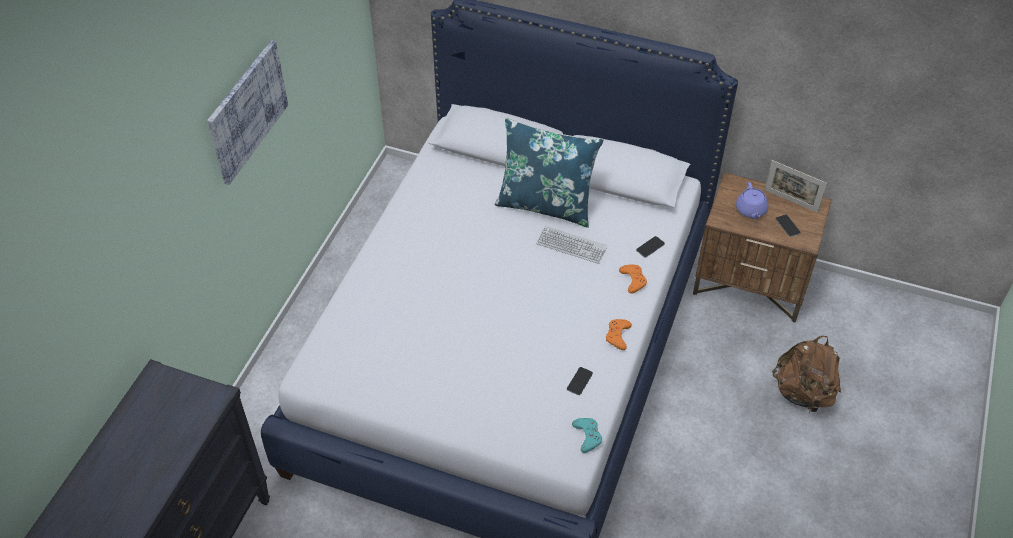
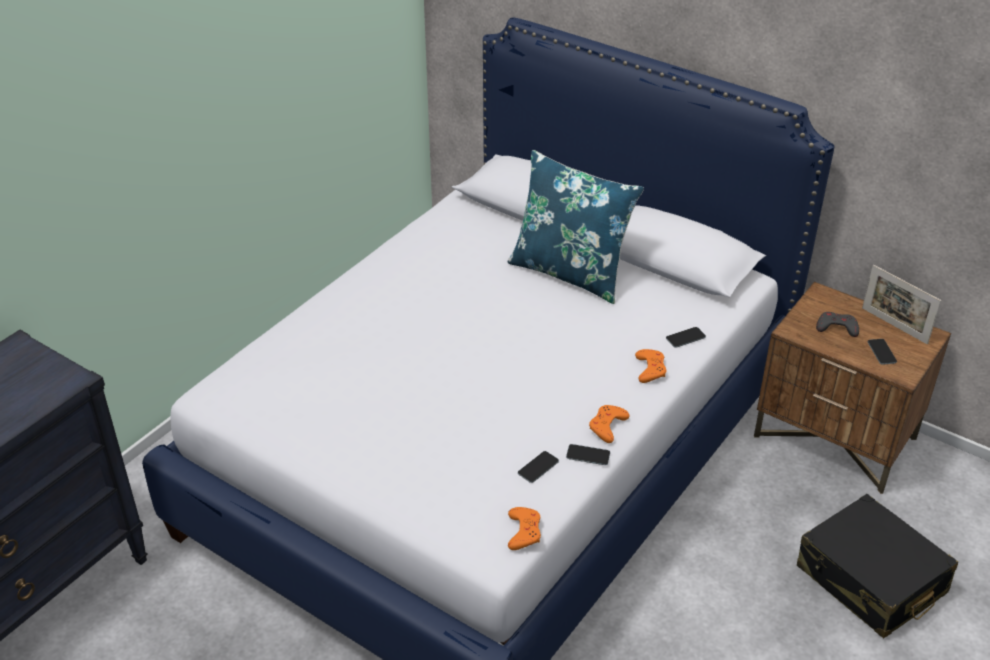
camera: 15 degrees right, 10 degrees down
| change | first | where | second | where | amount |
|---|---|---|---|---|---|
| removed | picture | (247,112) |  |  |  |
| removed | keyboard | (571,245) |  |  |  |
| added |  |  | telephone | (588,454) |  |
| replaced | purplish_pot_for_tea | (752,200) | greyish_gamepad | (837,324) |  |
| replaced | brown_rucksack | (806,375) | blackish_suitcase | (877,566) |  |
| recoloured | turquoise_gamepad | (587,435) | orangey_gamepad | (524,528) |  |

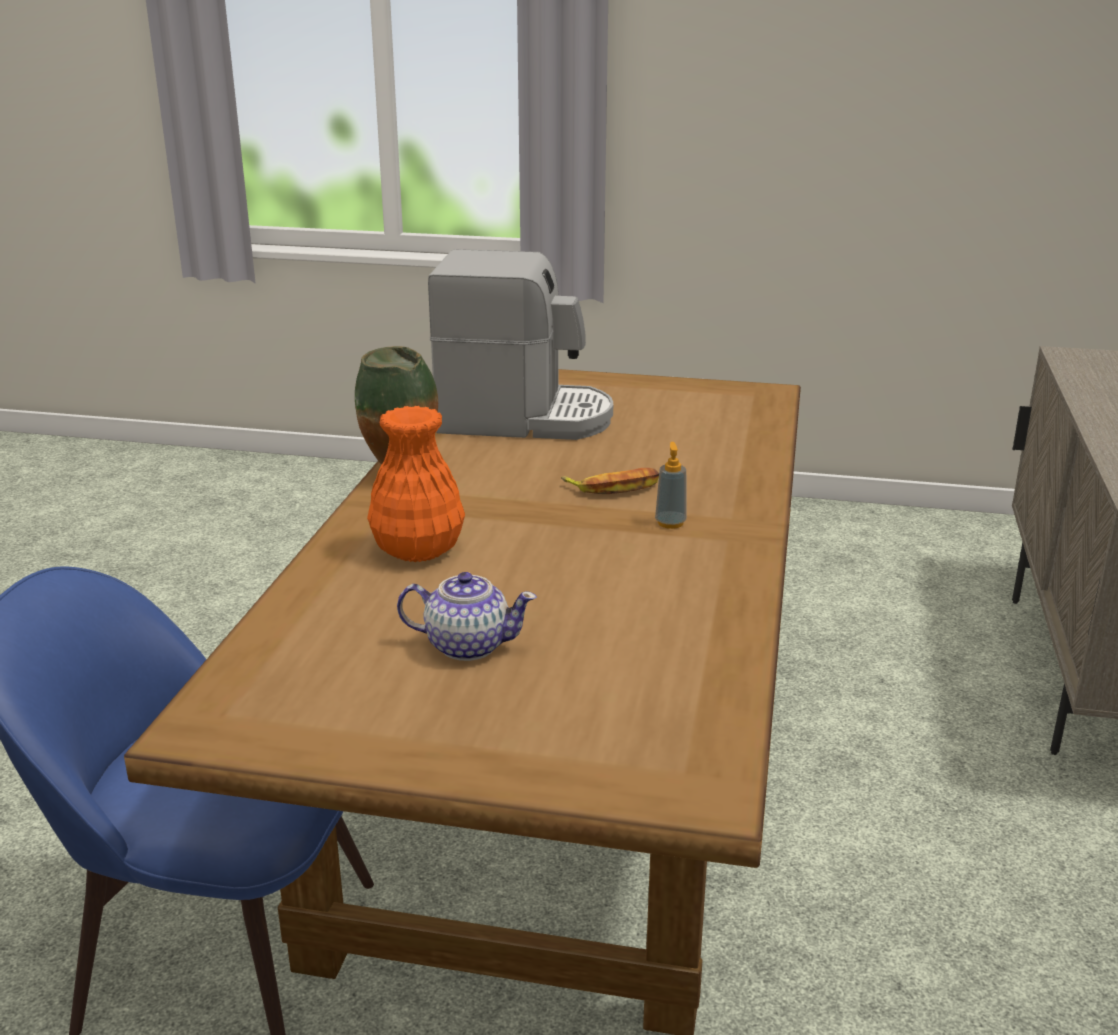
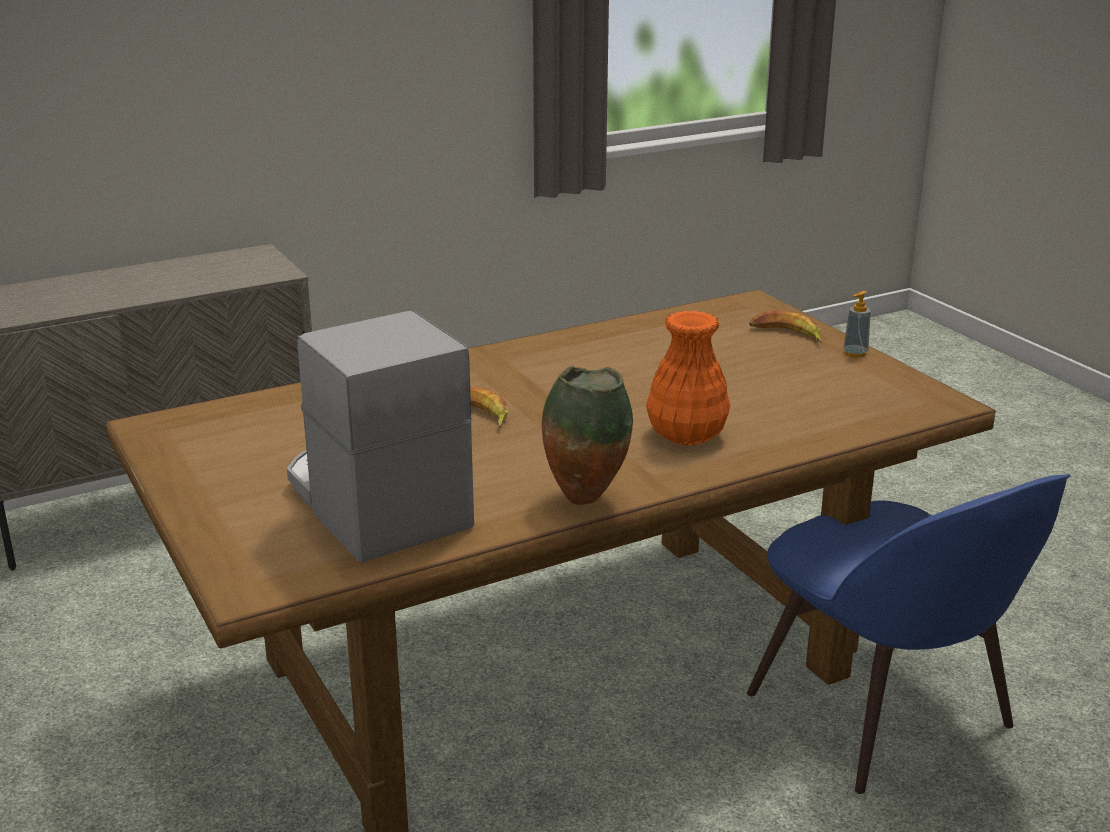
camera: 130 degrees left, 0 degrees up
| change | first | where | second | where | amount |
|---|---|---|---|---|---|
| removed | pot_for_tea | (467,616) |  |  |  |
| added |  |  | banana_fruit | (785,326) |  |
| moved | soap_dispenser | (671,485) |  | (857,324) |  |

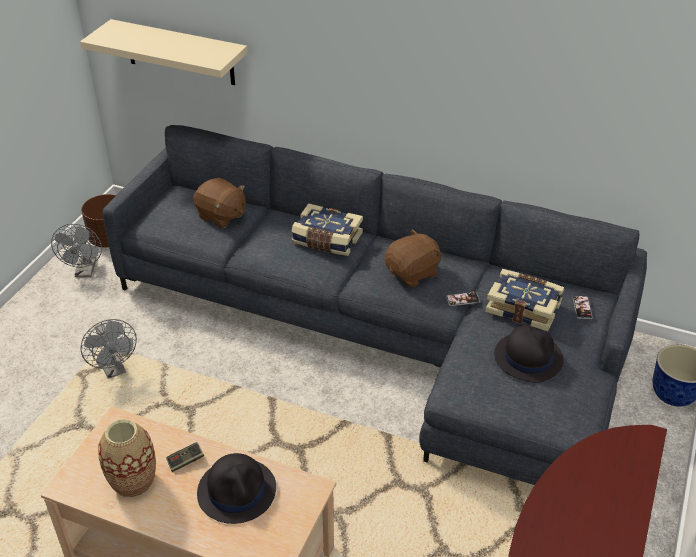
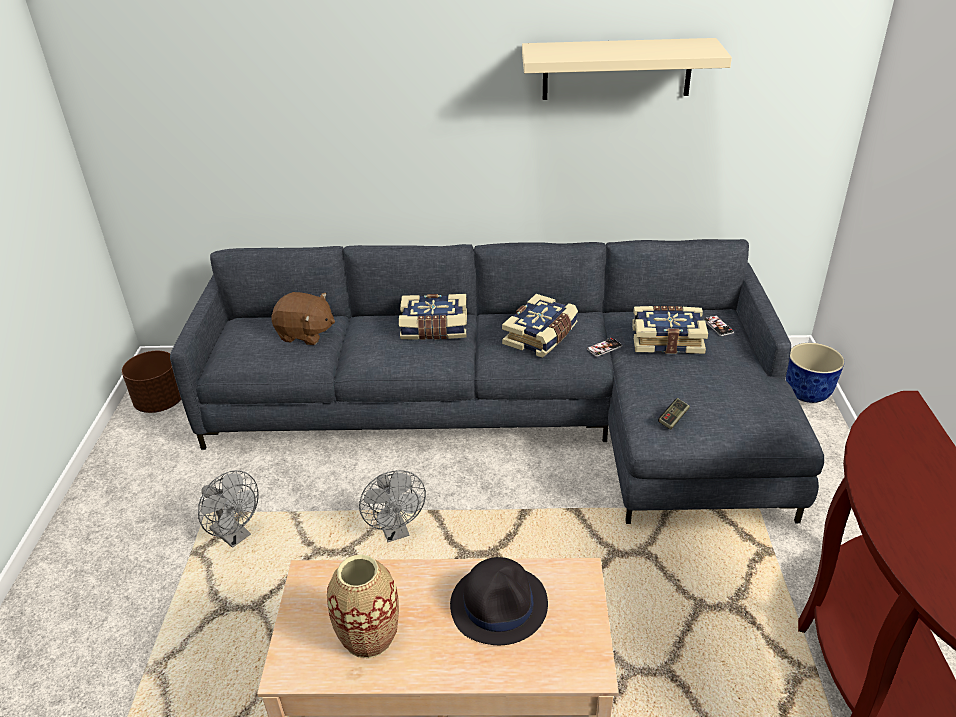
camera: 20 degrees left, 5 degrees down
| change | first | where | second | where | amount |
|---|---|---|---|---|---|
| removed | blackish_clothing_hat | (529,354) |  |  |  |
| moved | greyish_fan | (76,250) |  | (392,506) |  |
| moved | beige_shelf | (164,52) |  | (627,69) |  |
| moved | gamepad | (185,457) |  | (674,414) |  |
| replaced | brown_soft_toy | (413,258) | volume | (540,326) |  |

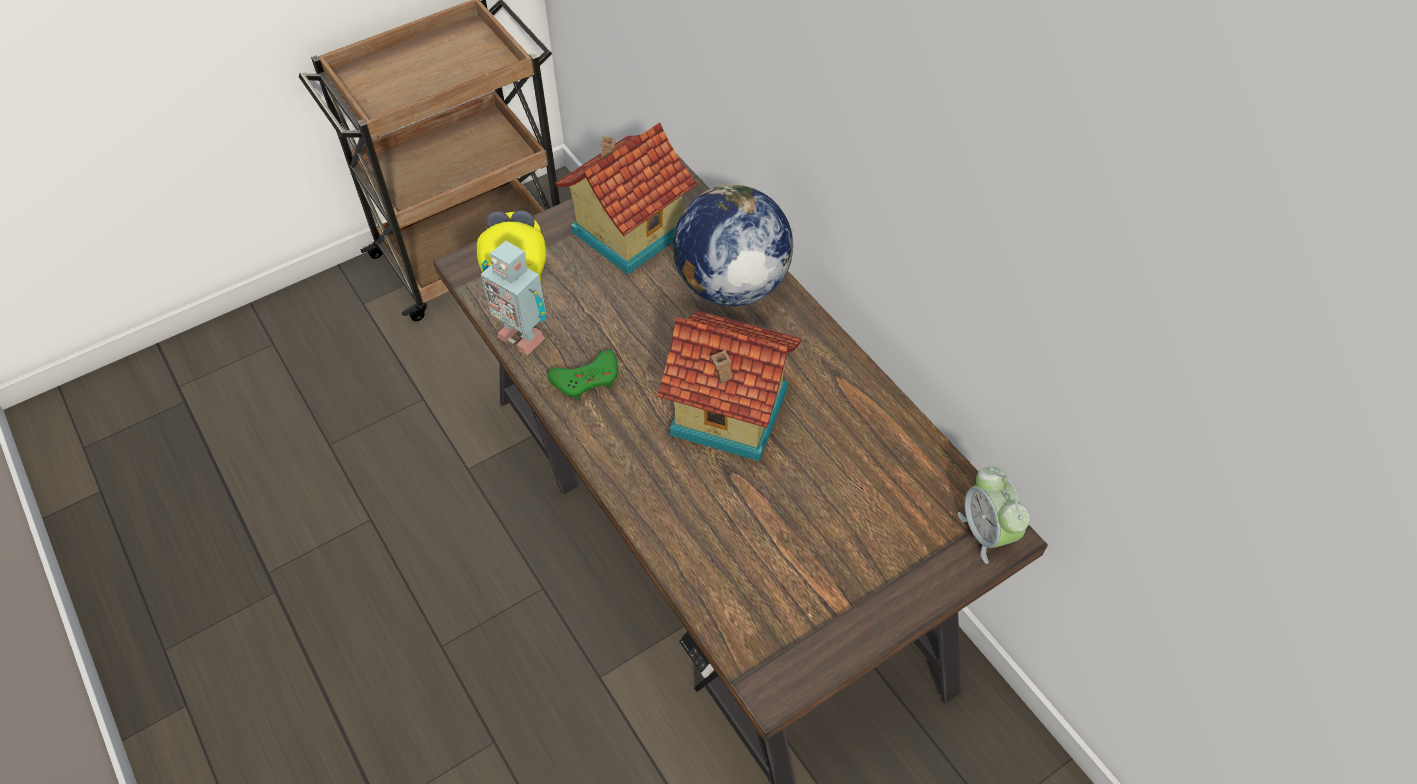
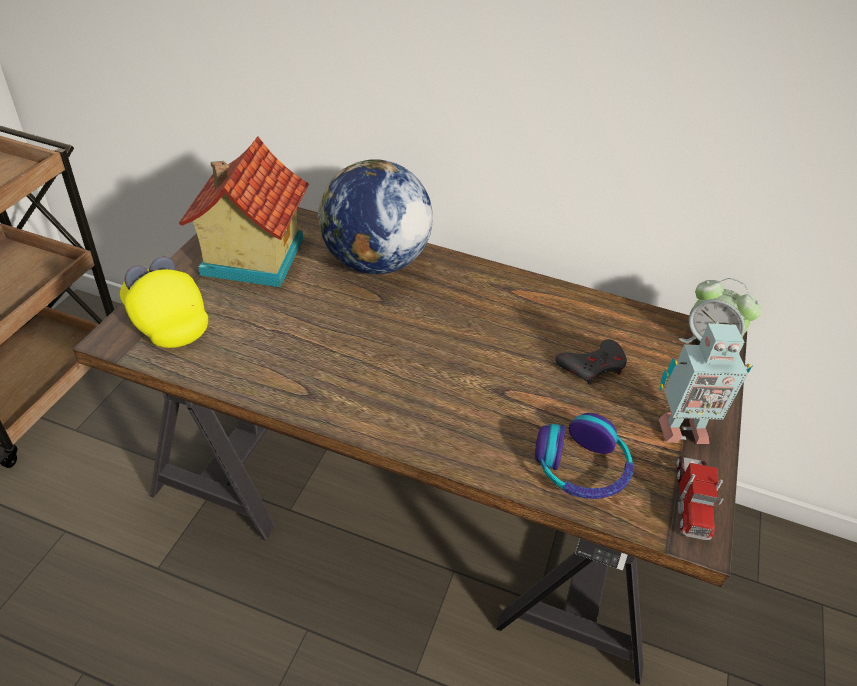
camera: 40 degrees left, 10 degrees down
| change | first | where | second | where | amount |
|---|---|---|---|---|---|
| removed | green-coloured_gamepad | (582,375) |  |  |  |
| removed | toy_house | (729,385) |  |  |  |
| added |  |  | pair_of_headphones | (584,456) |  |
| added |  |  | greyish_gamepad | (591,362) |  |
| added |  |  | model_truck | (700,498) |  |
| moved | robot_figure | (513,298) |  | (705,383) |  |

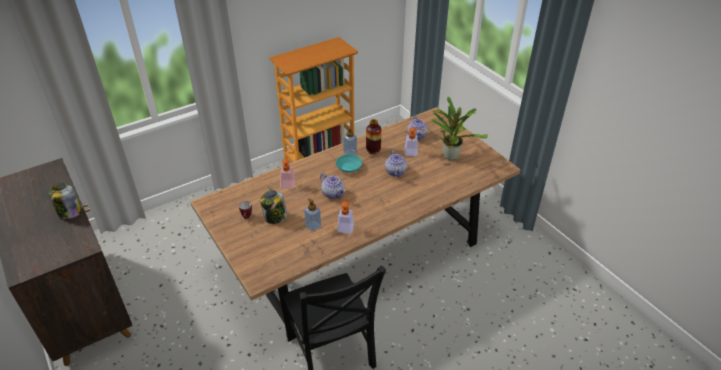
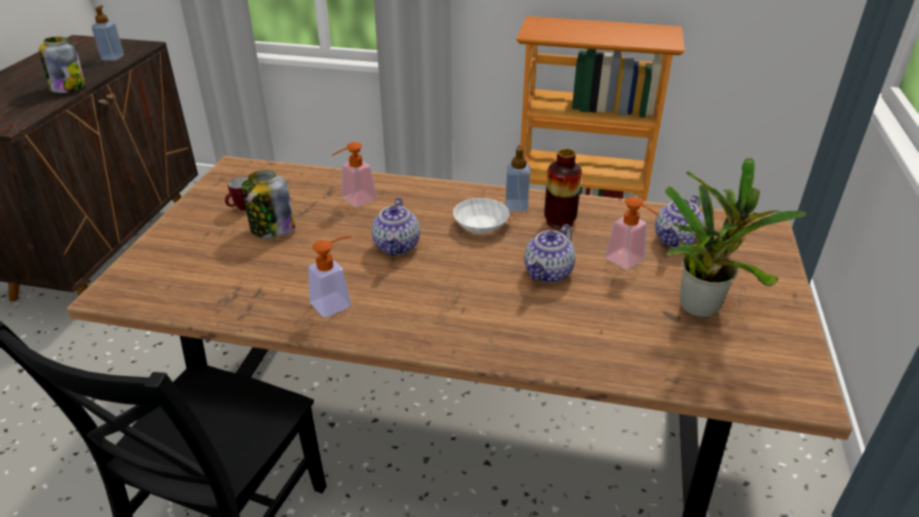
camera: 45 degrees right, 5 degrees down
| change | first | where | second | where | amount |
|---|---|---|---|---|---|
| moved | soap_dispenser | (312,215) |  | (108,32) |  |
| recoloured | turquoise_bowl | (349,163) | white-coloured_bowl | (481,215) |  |

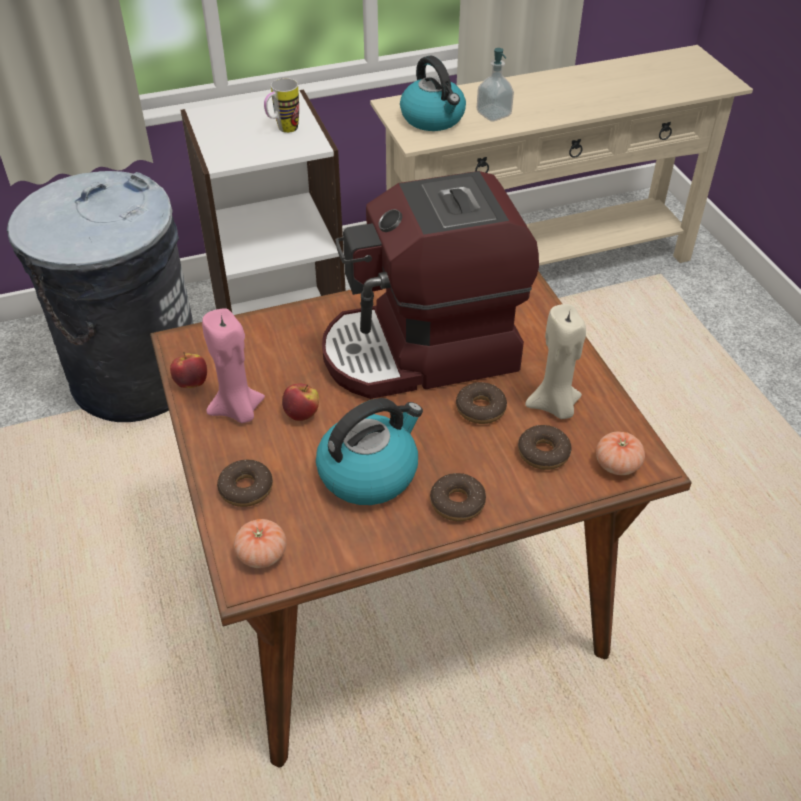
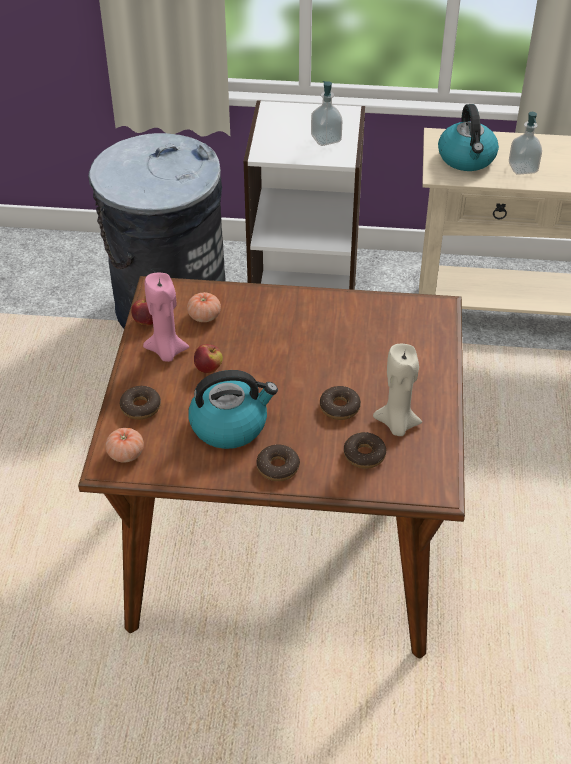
camera: 25 degrees right, 0 degrees up
| change | first | where | second | where | amount |
|---|---|---|---|---|---|
| removed | coffee_maker | (430,285) |  |  |  |
| moved | fresh_tomato | (620,453) |  | (204,307) |  |
| replaced | tea_mug | (281,105) | soap_dispenser | (326,113) |  |

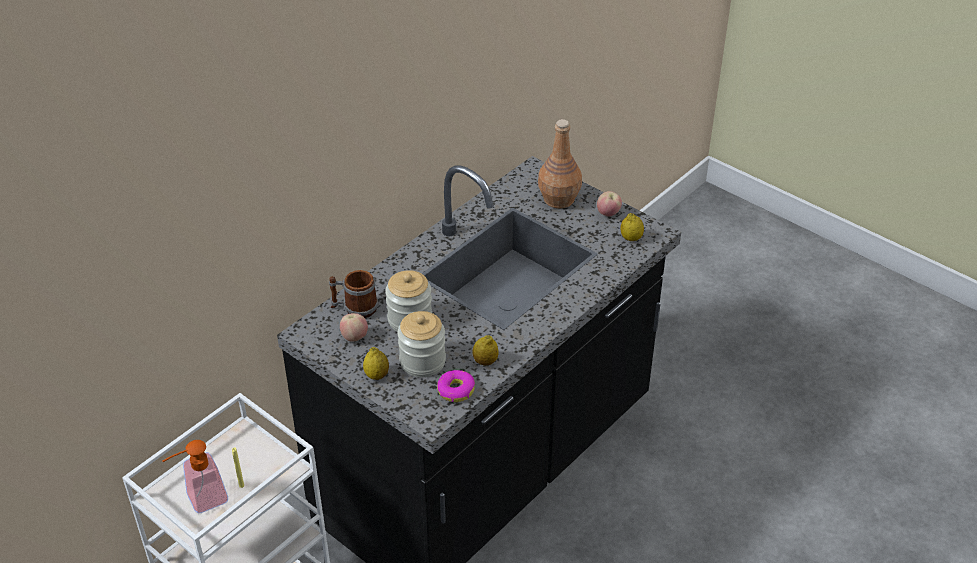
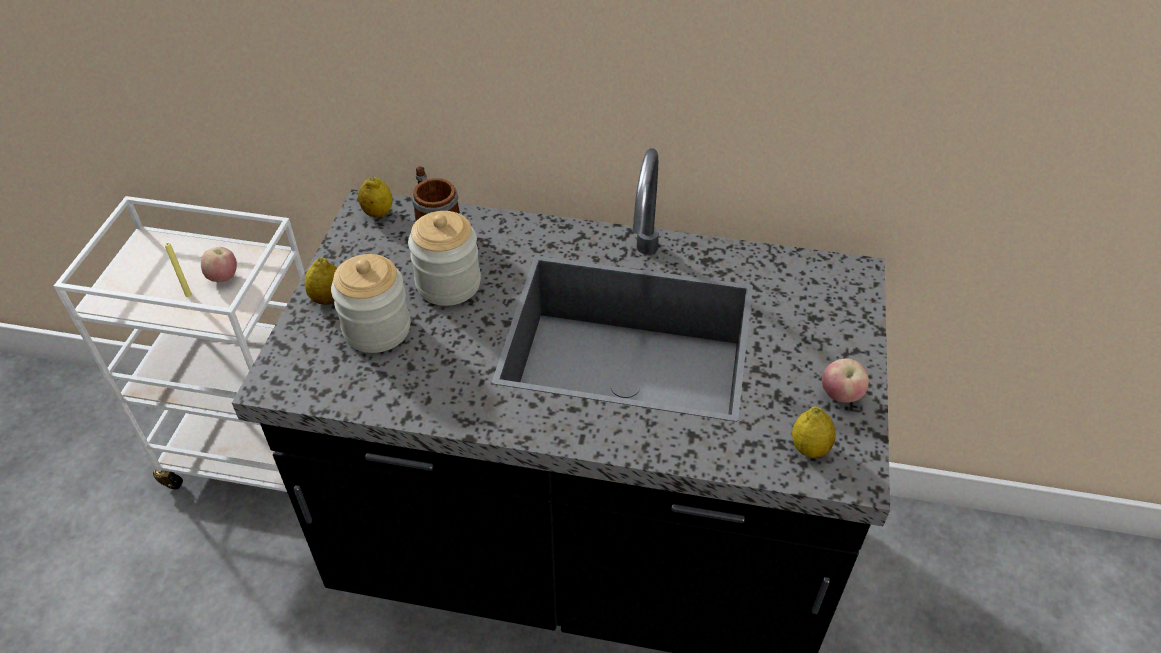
camera: 60 degrees right, 5 degrees up
| change | first | where | second | where | amount |
|---|---|---|---|---|---|
| removed | soap_dispenser | (195,477) |  |  |  |
| removed | donut | (456,386) |  |  |  |
| removed | brown_bottle | (560,164) |  |  |  |
| moved | apple_fruit | (354,327) |  | (219,264) |  |
| moved | whole_lemon | (485,350) |  | (375,197) |  |

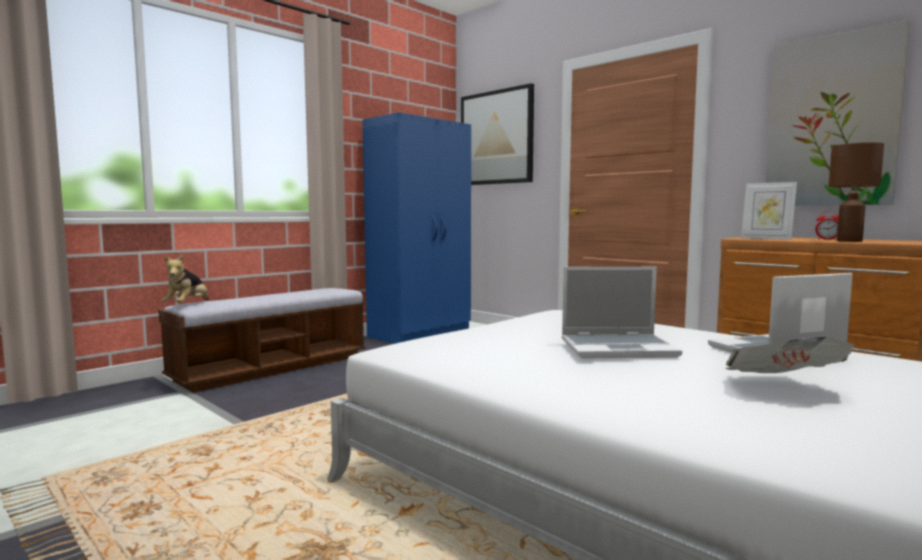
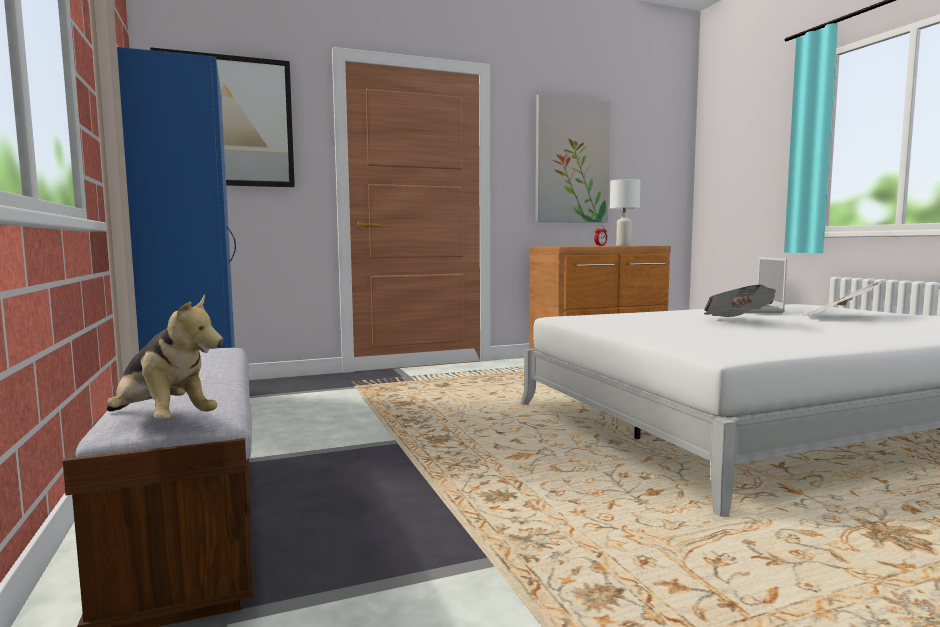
camera: 65 degrees left, 0 degrees up
| change | first | where | second | where | amount |
|---|---|---|---|---|---|
| removed | standing_frame | (769,211) |  |  |  |
| replaced | portable_computer | (622,313) | printed_paper | (740,301) |  |
| recoloured | brown_tabletop_lamp | (856,192) | white-coloured_tabletop_lamp | (625,212) |  |

